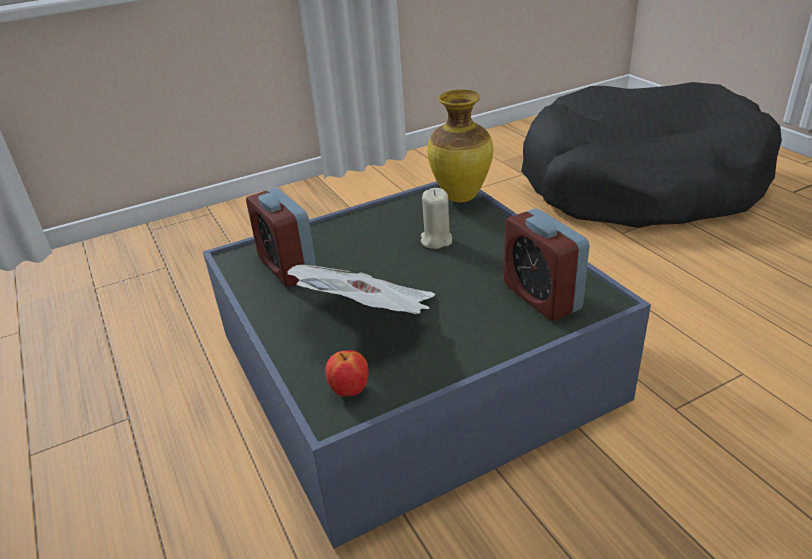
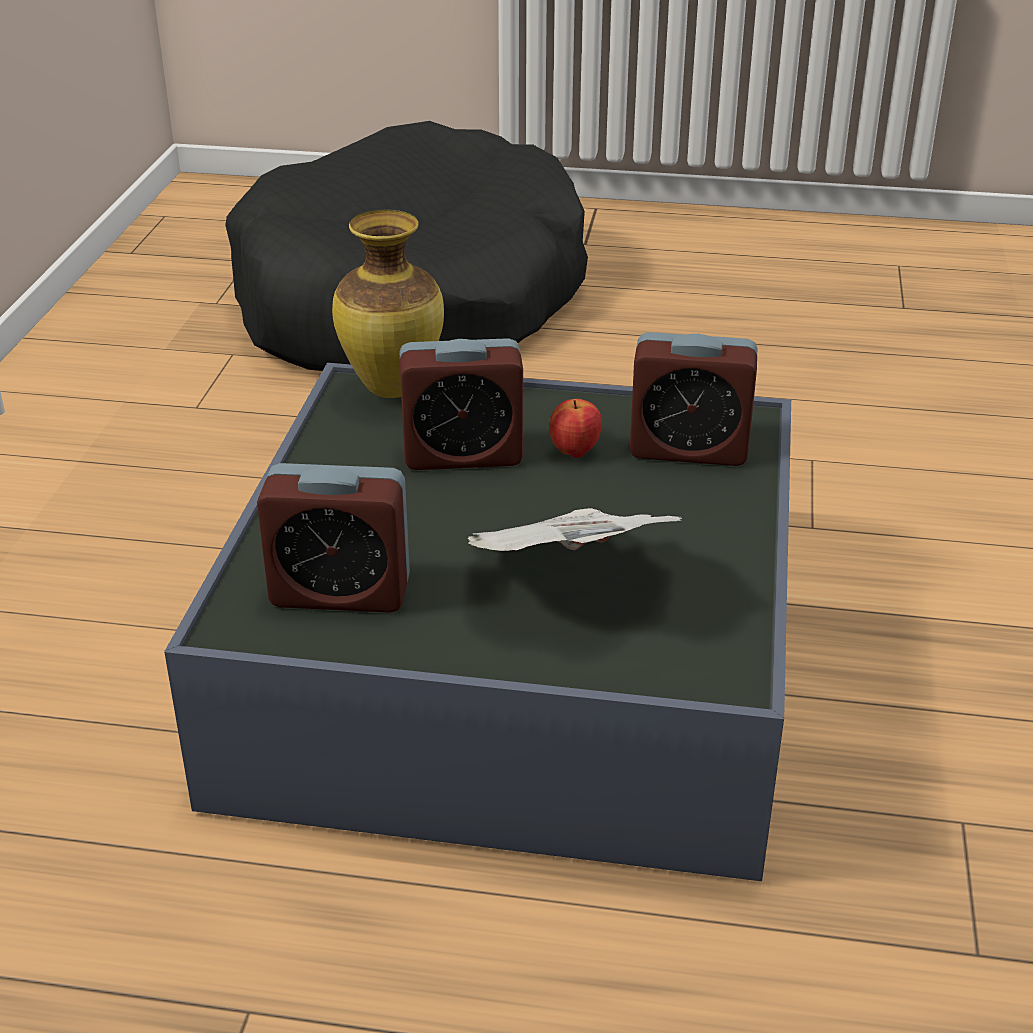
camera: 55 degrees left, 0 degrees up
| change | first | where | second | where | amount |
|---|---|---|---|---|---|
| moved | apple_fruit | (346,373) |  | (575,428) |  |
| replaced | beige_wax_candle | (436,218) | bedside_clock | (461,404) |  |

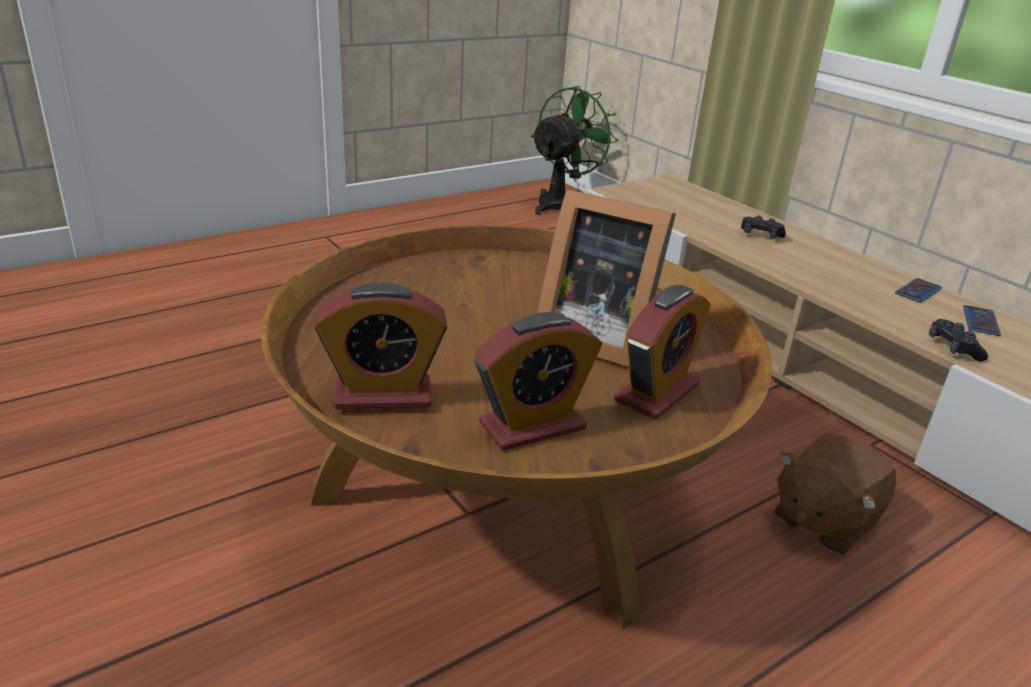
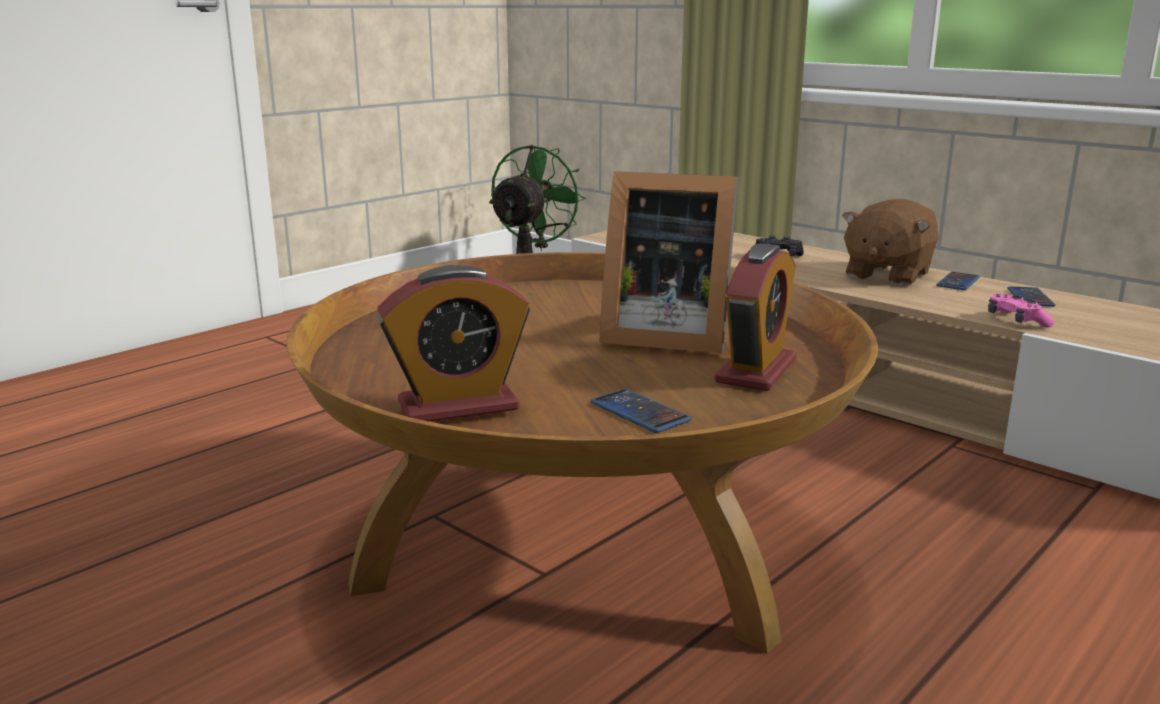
camera: 10 degrees left, 10 degrees down
| change | first | where | second | where | amount |
|---|---|---|---|---|---|
| moved | brown_soft_toy | (835,494) |  | (890,242) |  |
| replaced | bedside_clock | (538,381) | telephone | (641,411) |  |
| recoloured | blackish_gamepad | (958,340) | pink_gamepad | (1021,310) |  |

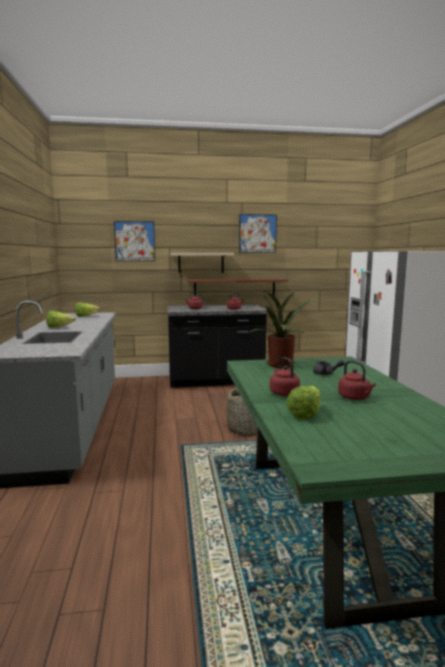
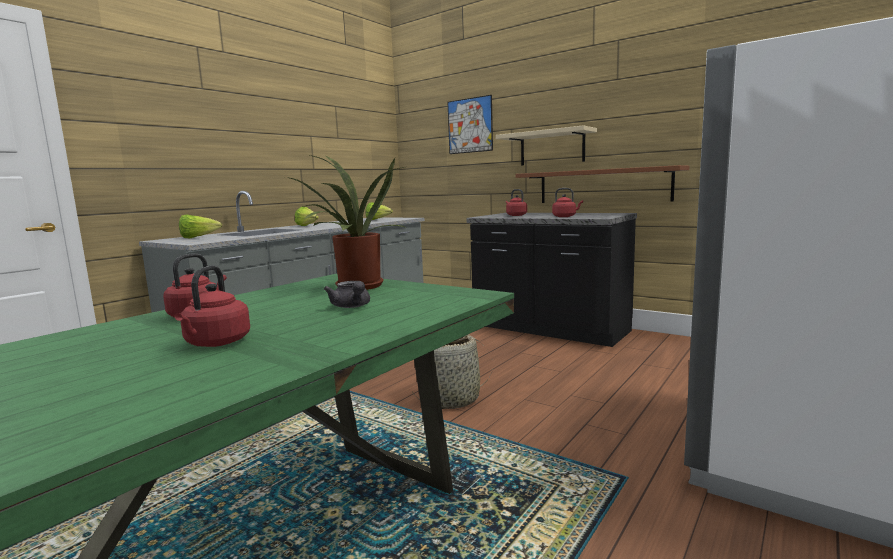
camera: 45 degrees right, 0 degrees up
| change | first | where | second | where | amount |
|---|---|---|---|---|---|
| removed | picture | (258,233) |  |  |  |
| moved | head_of_lettuce | (303,402) |  | (200,226) |  |

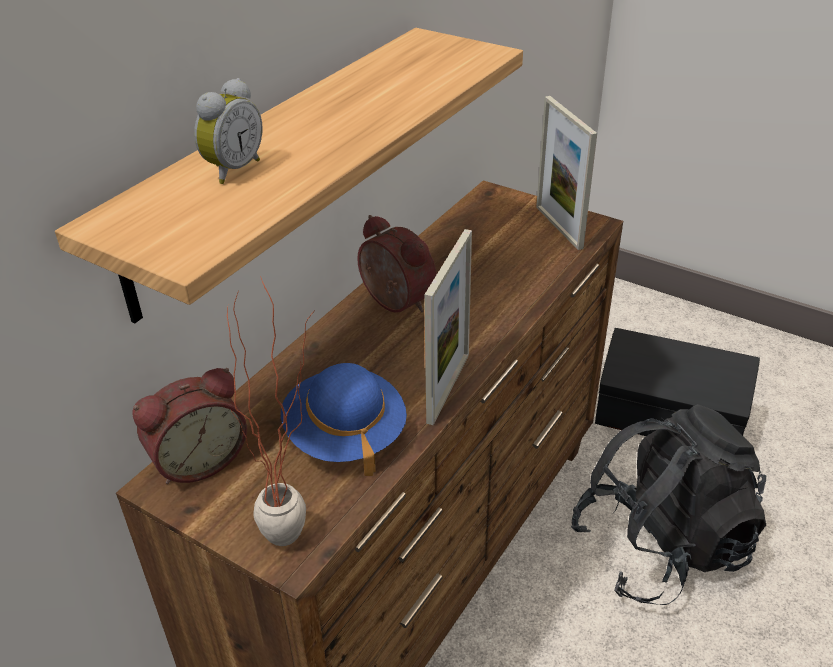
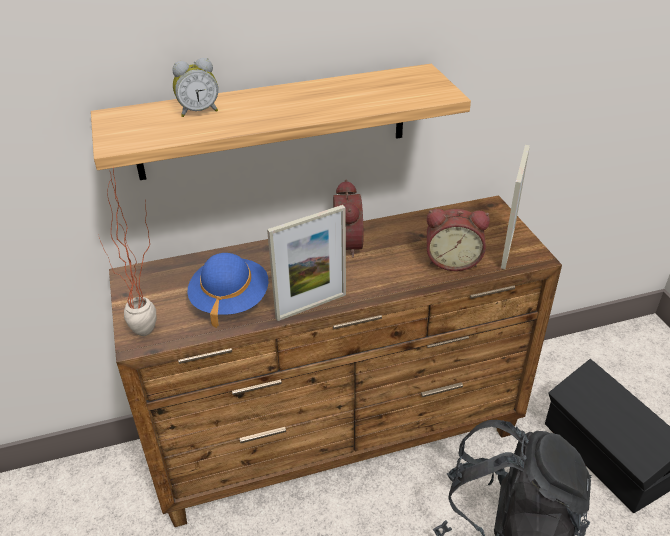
camera: 40 degrees right, 0 degrees up
| change | first | where | second | where | amount |
|---|---|---|---|---|---|
| moved | bedside_clock | (189,426) |  | (458,240) |  |

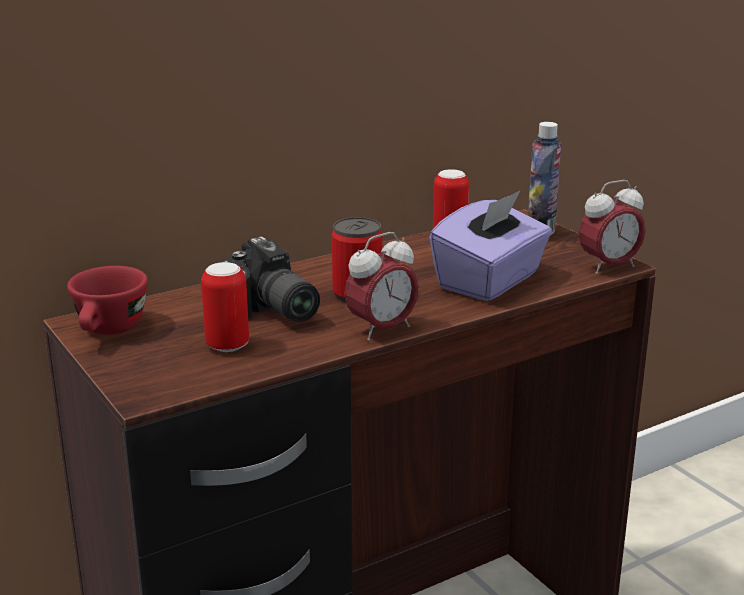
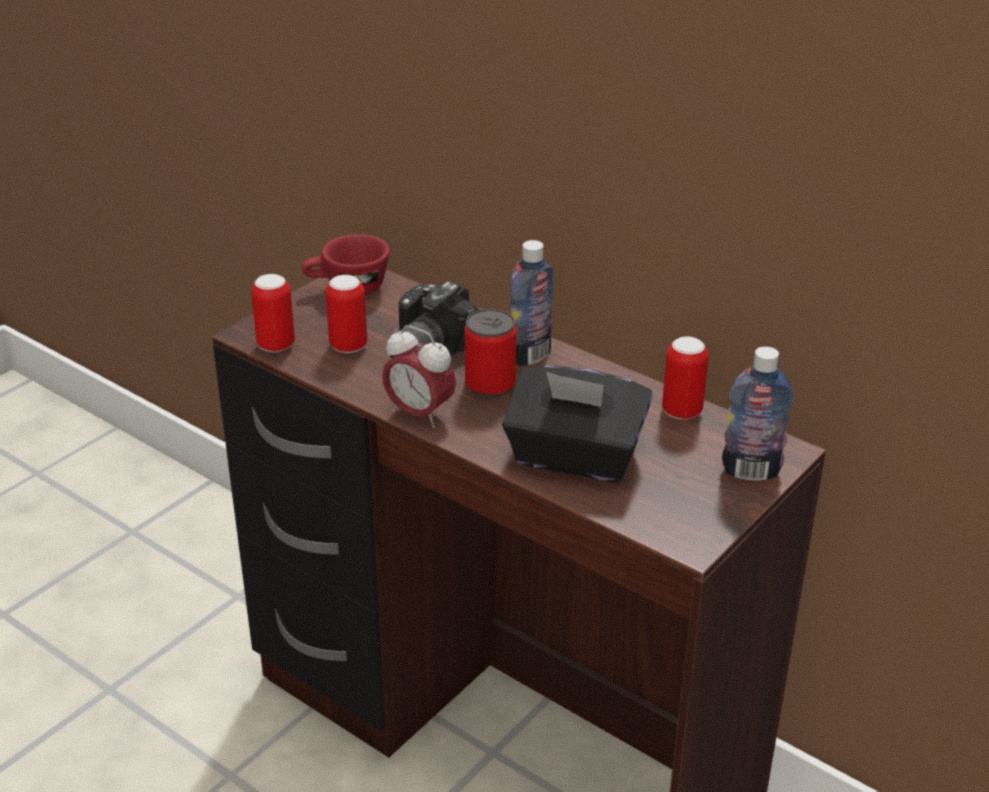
camera: 70 degrees right, 10 degrees up
| change | first | where | second | where | amount |
|---|---|---|---|---|---|
| removed | bedside_clock | (612,227) |  |  |  |
| added |  |  | sealed_can | (273,313) |  |
| added |  |  | bottle | (532,303) |  |
| recoloured | purplish_tissue_holder | (490,245) | blackish_tissue_holder | (577,423) |  |

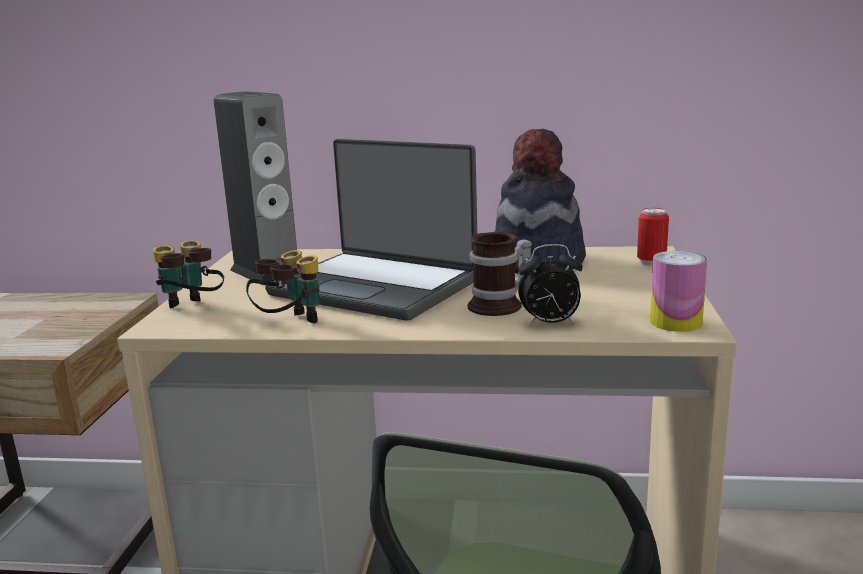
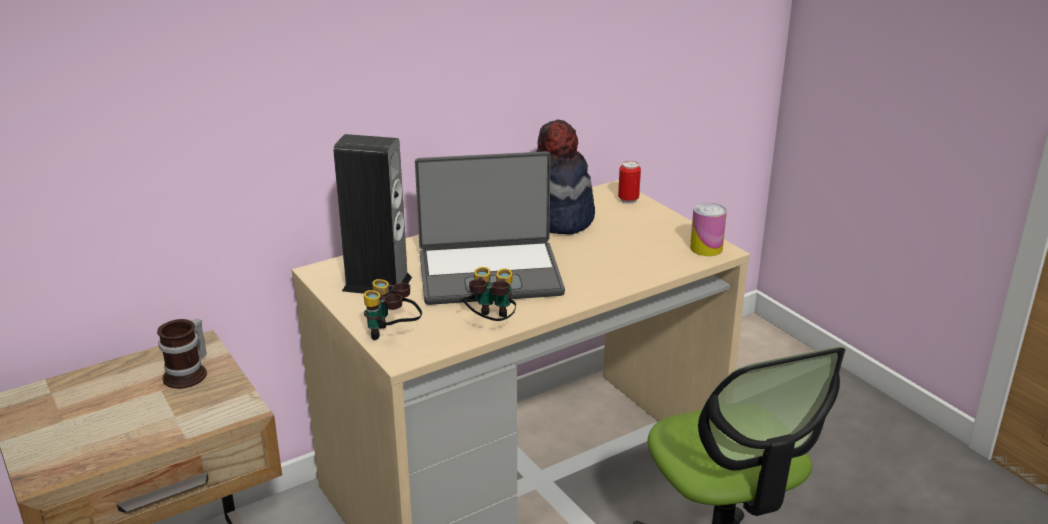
camera: 40 degrees left, 10 degrees up
| change | first | where | second | where | amount |
|---|---|---|---|---|---|
| removed | bedside_clock | (550,285) |  |  |  |
| moved | tea_mug | (499,274) |  | (182,354) |  |

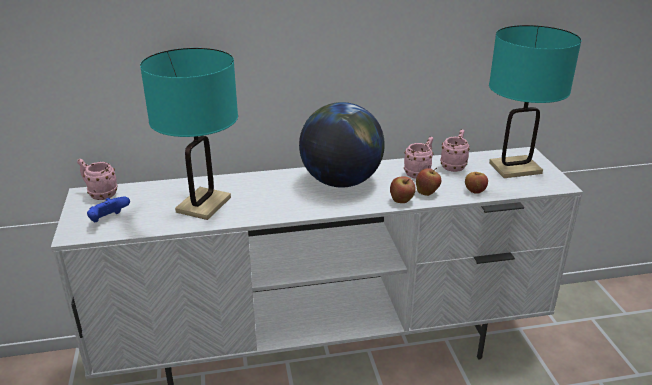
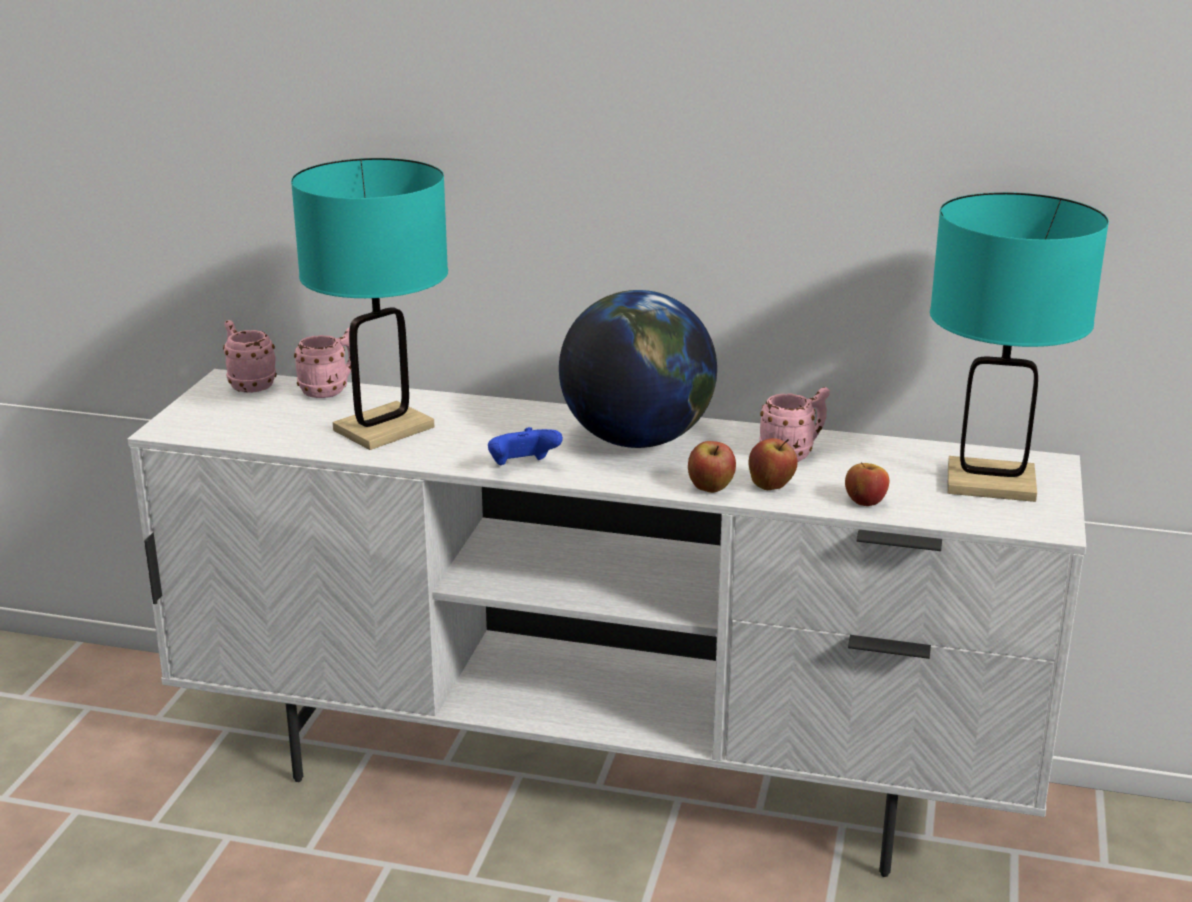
camera: 25 degrees right, 5 degrees down
| change | first | where | second | where | amount |
|---|---|---|---|---|---|
| moved | blue-coloured_gamepad | (108,209) |  | (525,446) |  |
| moved | pink_tea_mug | (455,150) |  | (322,362) |  |

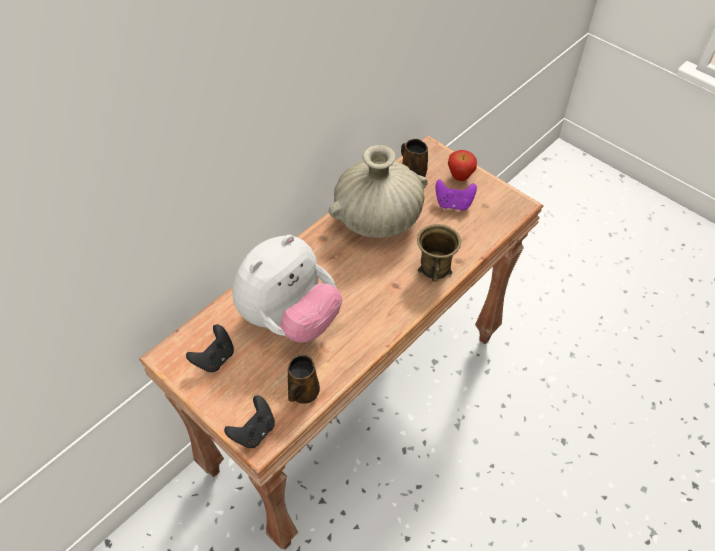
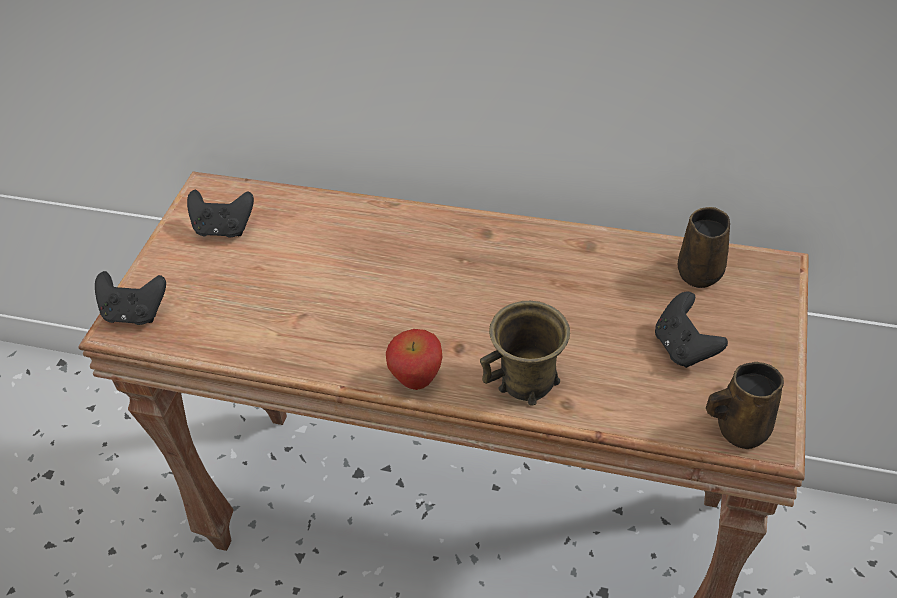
camera: 65 degrees right, 5 degrees down
| change | first | where | second | where | amount |
|---|---|---|---|---|---|
| removed | soft_toy | (287,288) |  |  |  |
| removed | beige_vase | (378,191) |  |  |  |
| moved | brown_tea_mug | (304,379) |  | (745,405) |  |
| moved | apple_fruit | (462,165) |  | (414,359) |  |
| recoloured | purplish_gamepad | (456,195) | blackish_gamepad | (691,330) |  |

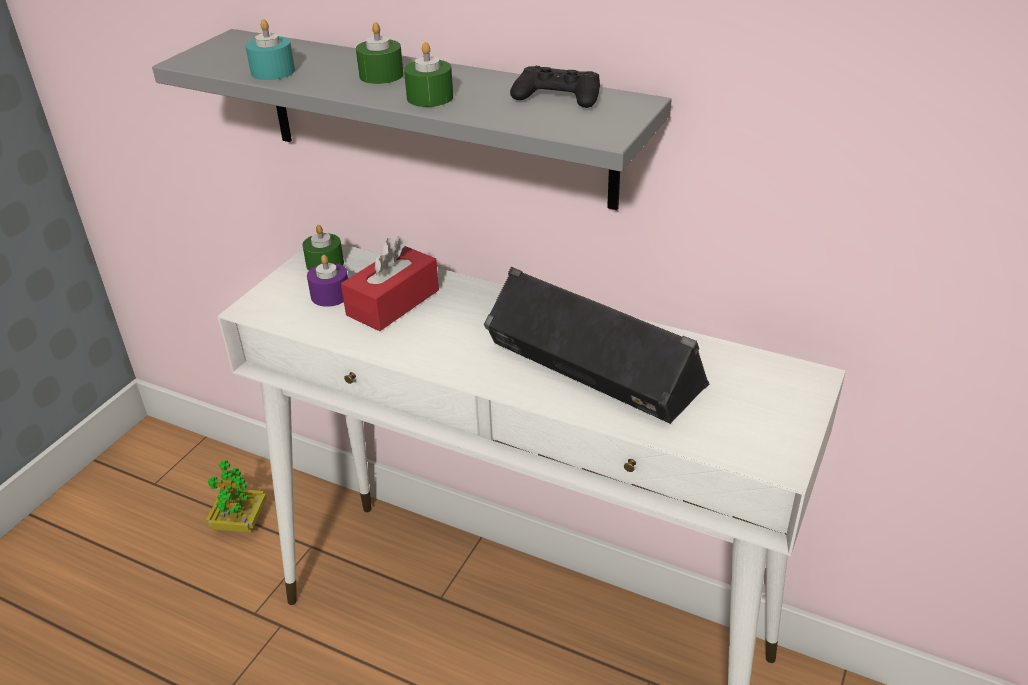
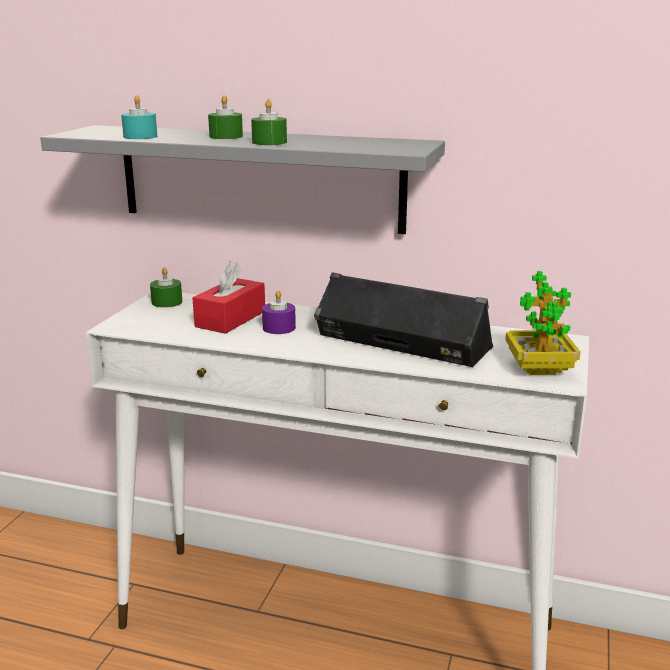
camera: 10 degrees left, 15 degrees down
| change | first | where | second | where | amount |
|---|---|---|---|---|---|
| removed | blackish_gamepad | (555,87) |  |  |  |
| moved | houseplant | (236,496) |  | (543,323) |  |
| moved | purplish_wax_candle | (327,281) |  | (279,312) |  |

